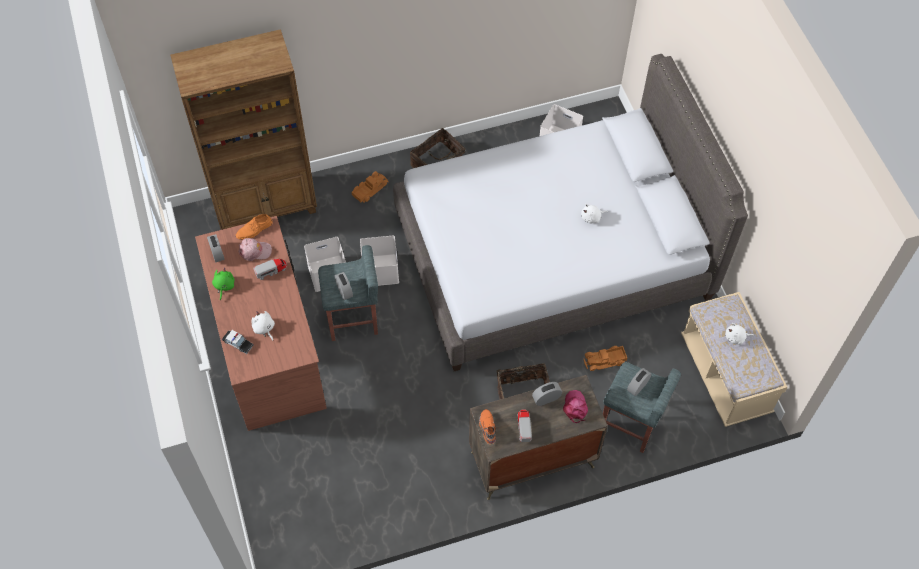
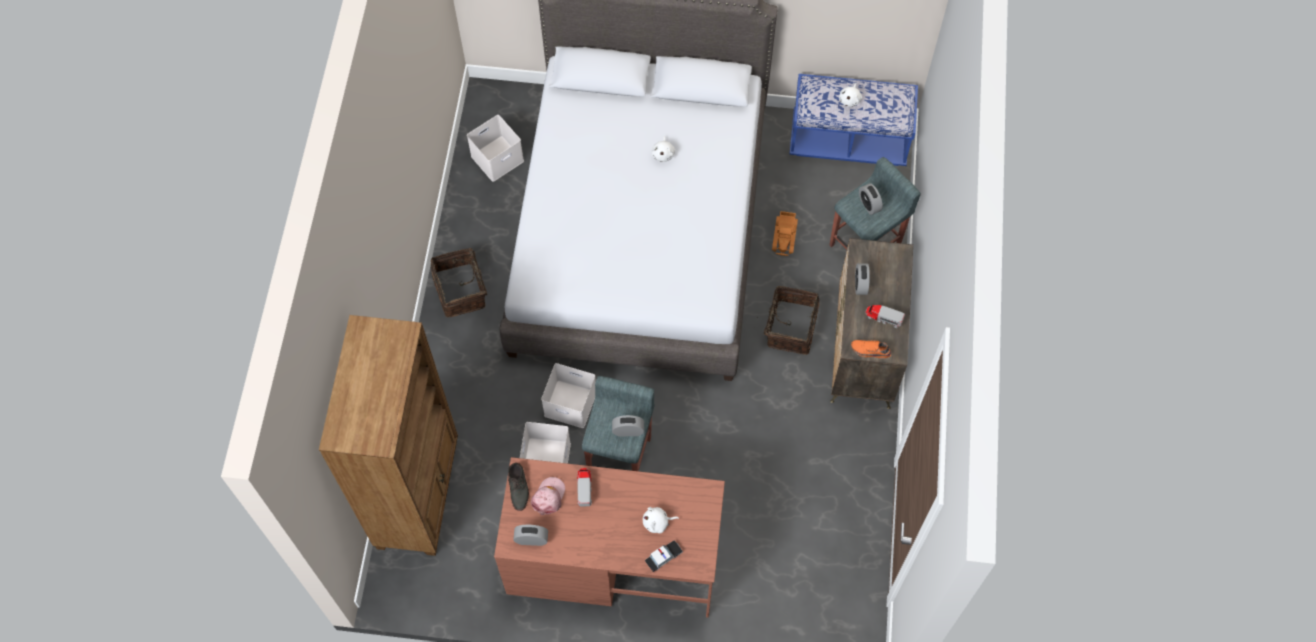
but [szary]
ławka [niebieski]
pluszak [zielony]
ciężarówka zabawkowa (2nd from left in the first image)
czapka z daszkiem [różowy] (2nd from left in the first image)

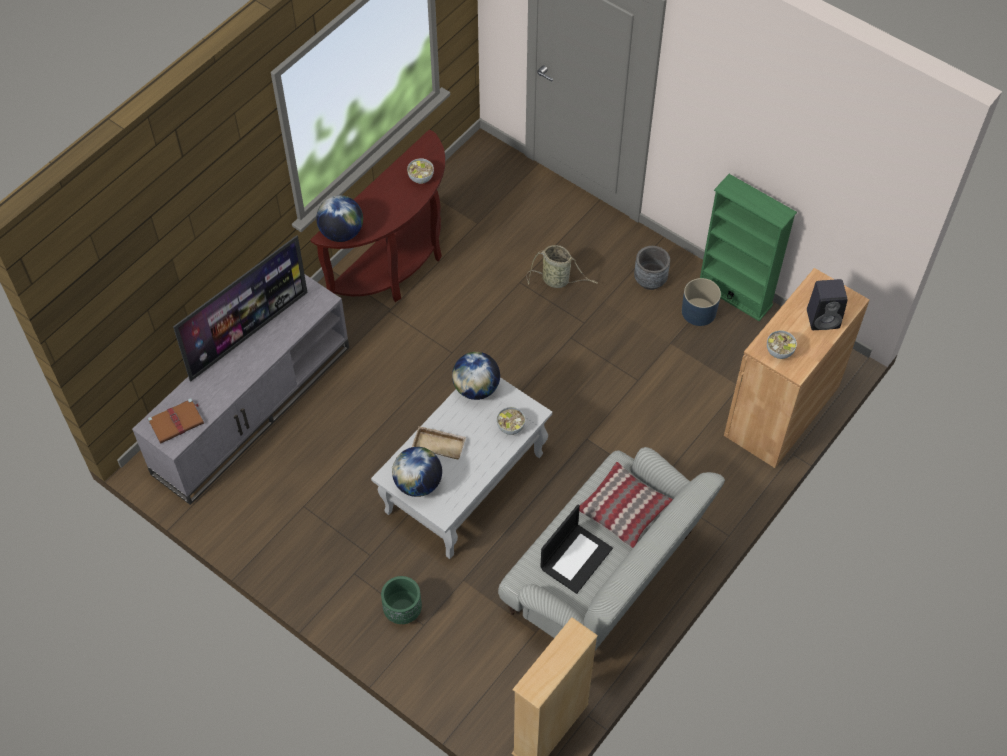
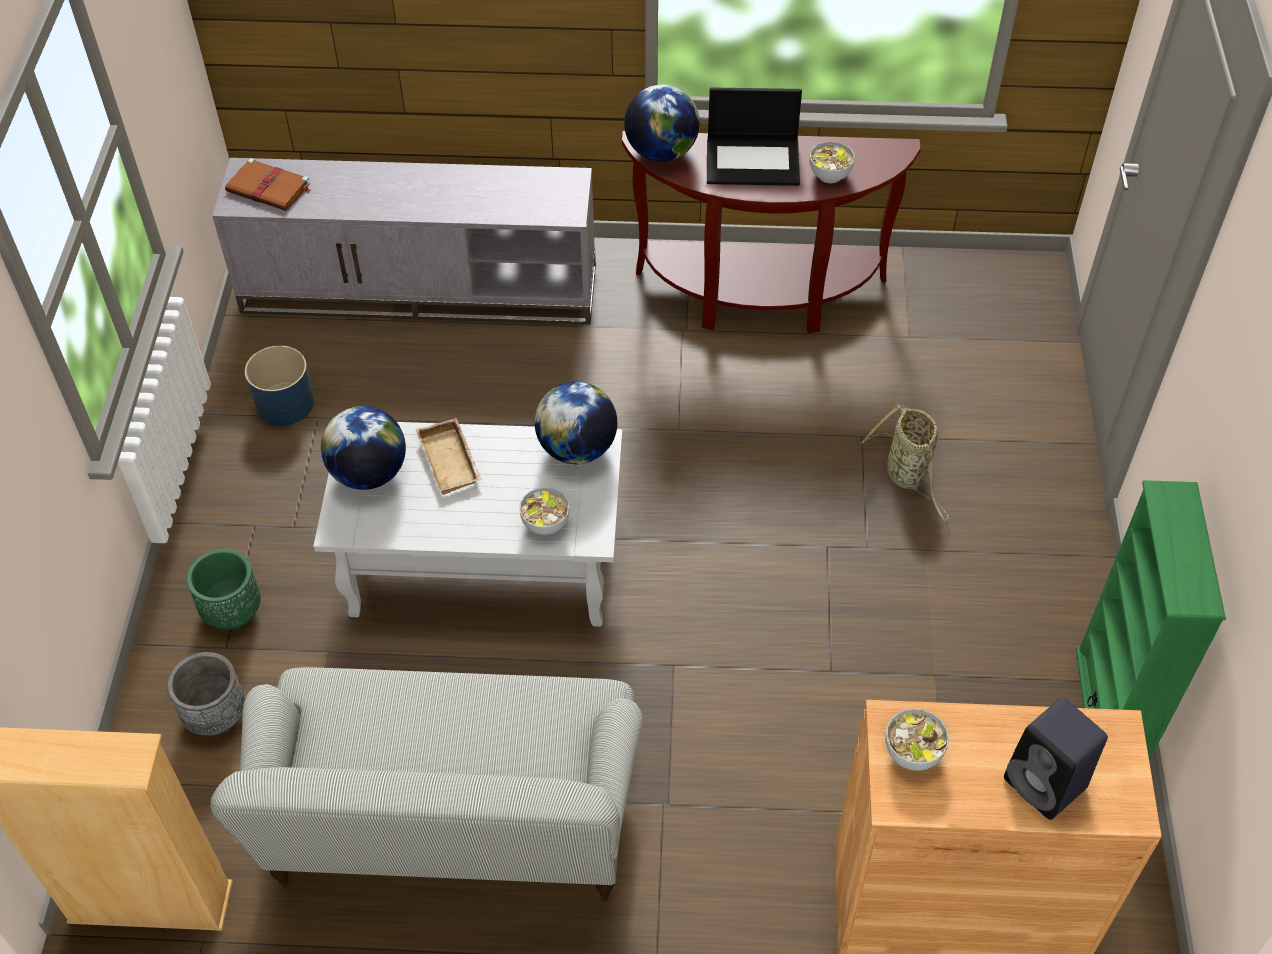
donica [szary]
donica [niebieski]
laptop
telewizor
poduszka

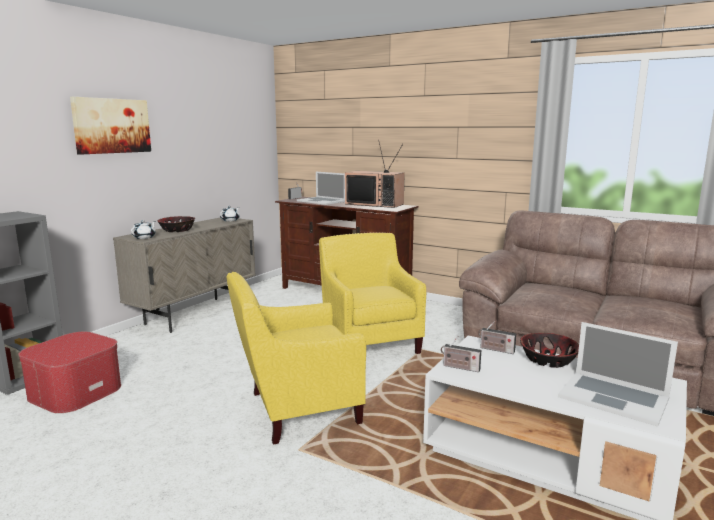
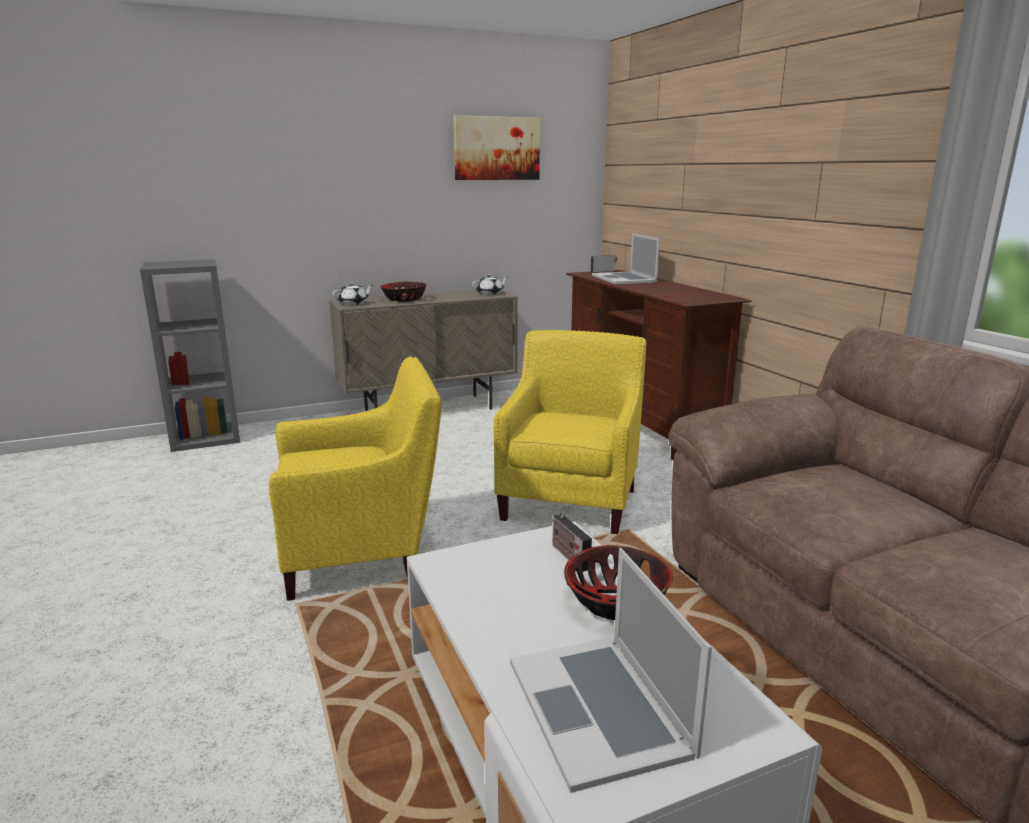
fotel [żółty] (1st from left)
obraz
pufa
telewizor
radio (2nd from left in the first image)

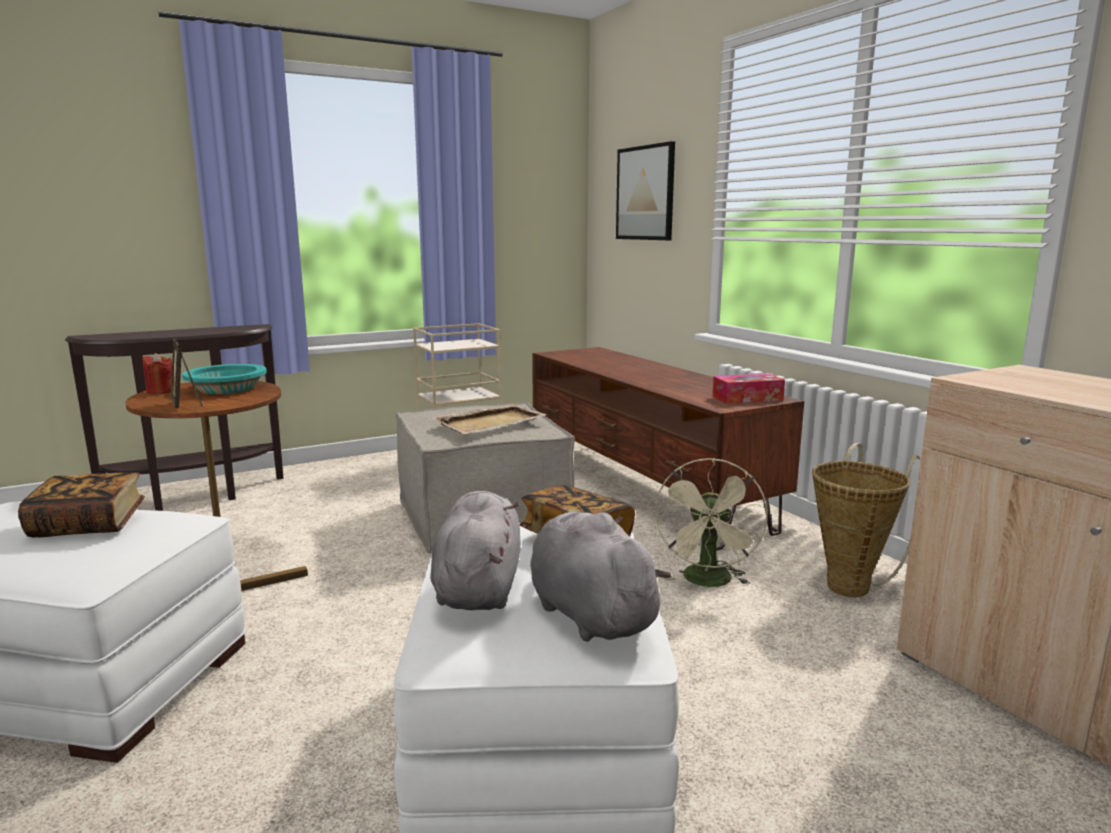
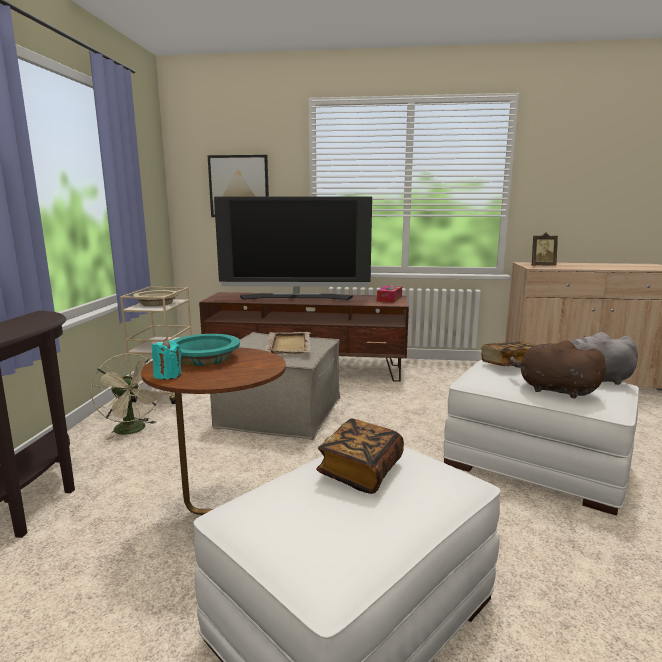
wentylator [beżowy]
miska [beżowy]
świeca [turkusowy]
telewizor
pluszak [brązowy]
ramka na zdjęcie
koszyk

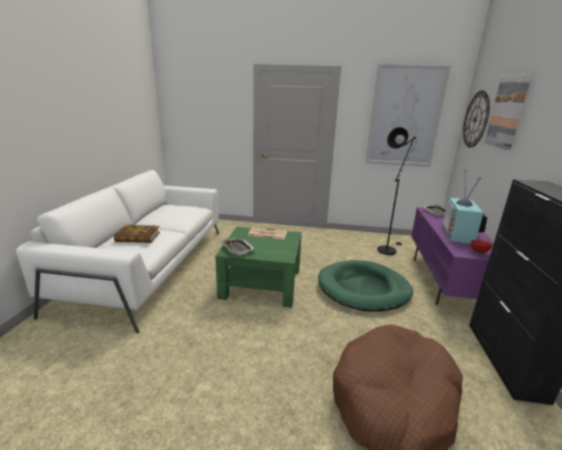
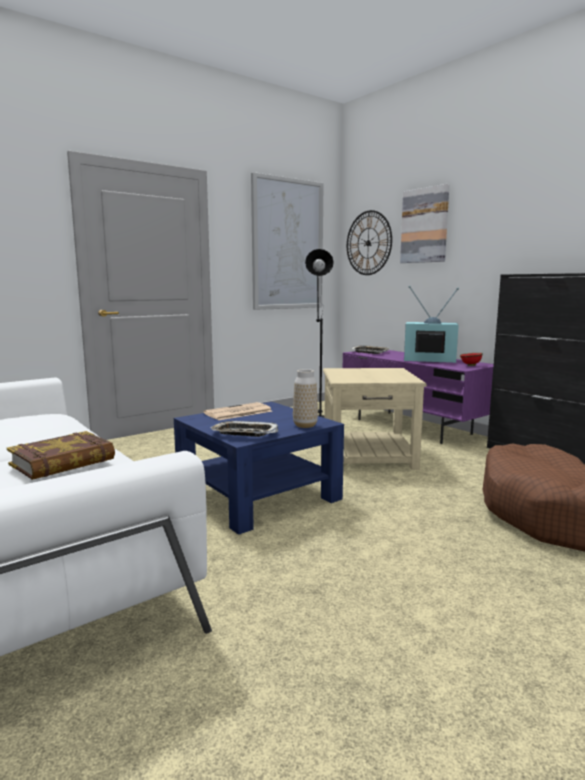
ława [niebieski]
wazon
stolik [beżowy]
telewizor

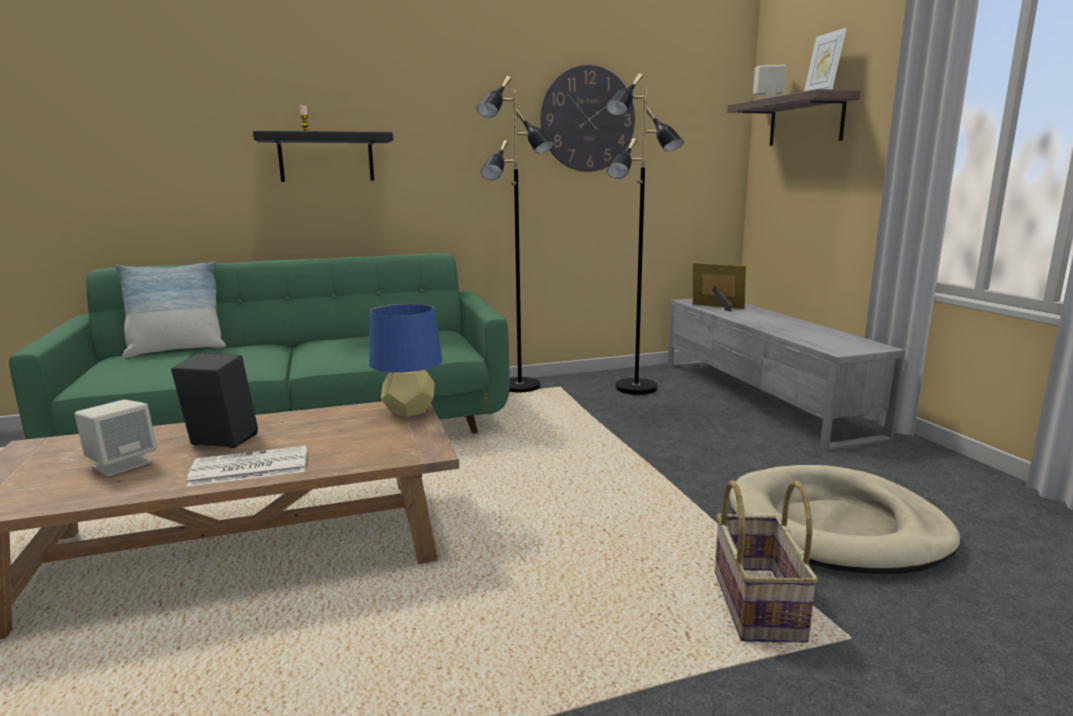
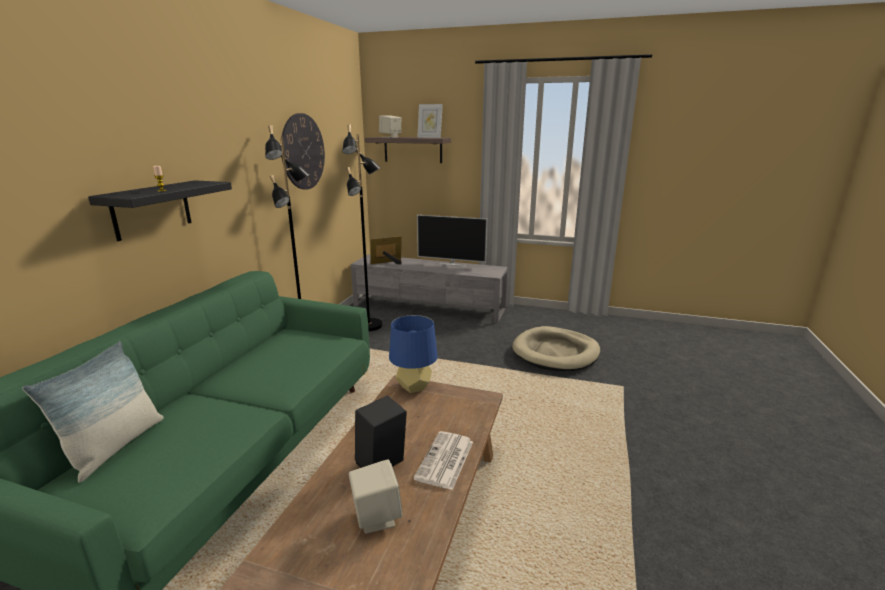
telewizor
koszyk

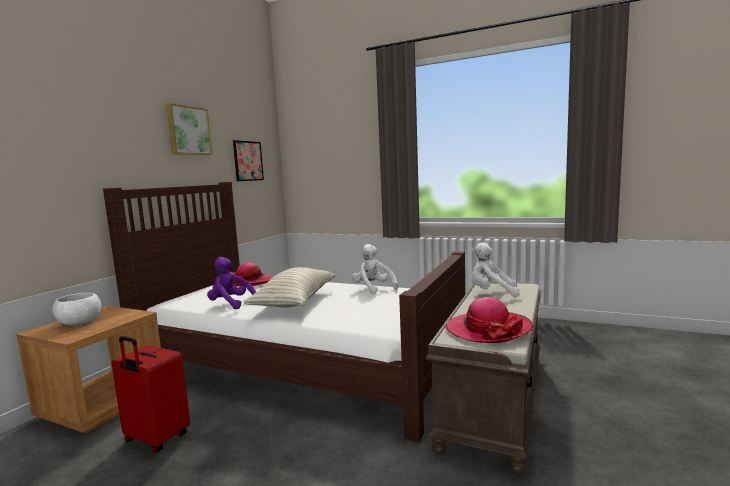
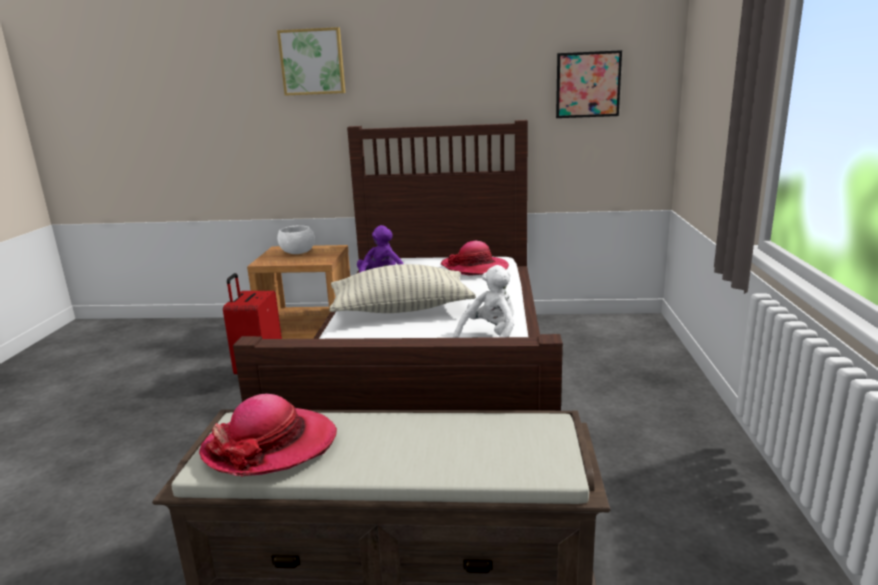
obraz (1st from left)
pluszak [biały] (2nd from left in the first image)

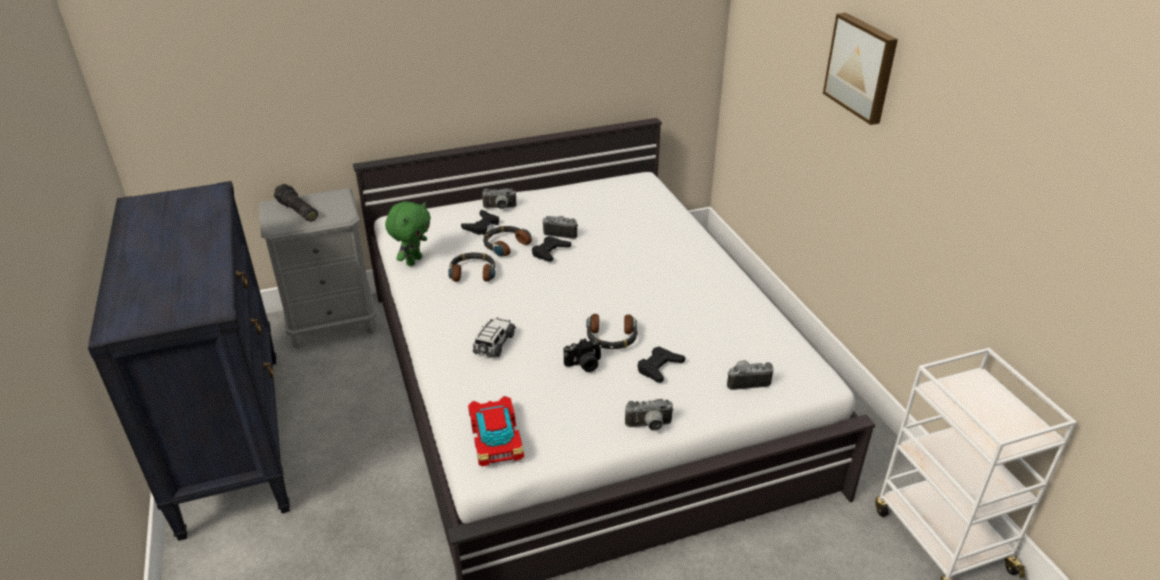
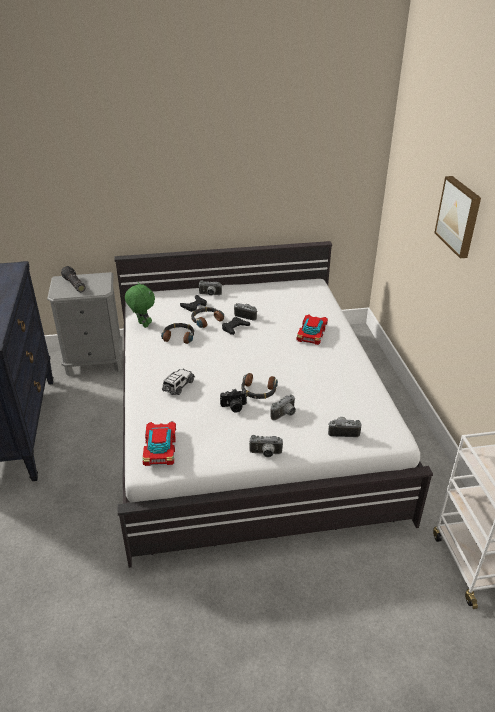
pluszak [zielony]
aparat fotograficzny (5th from left)
samochodzik (3rd from left)

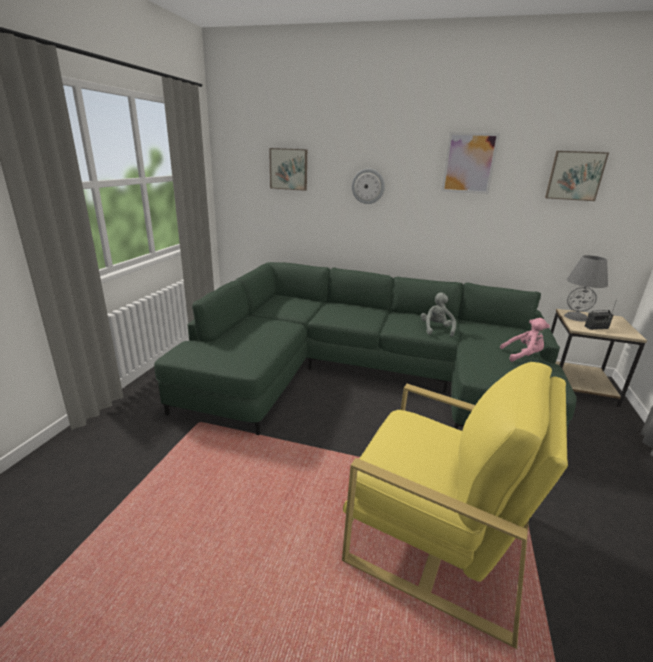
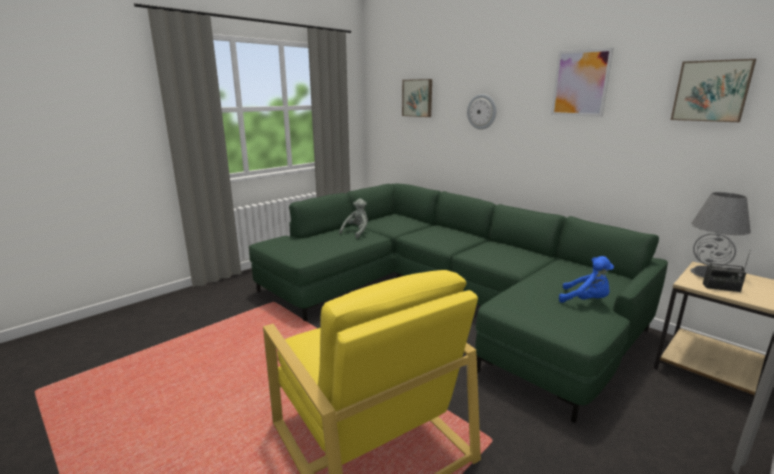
pluszak [szary]
pluszak [niebieski]

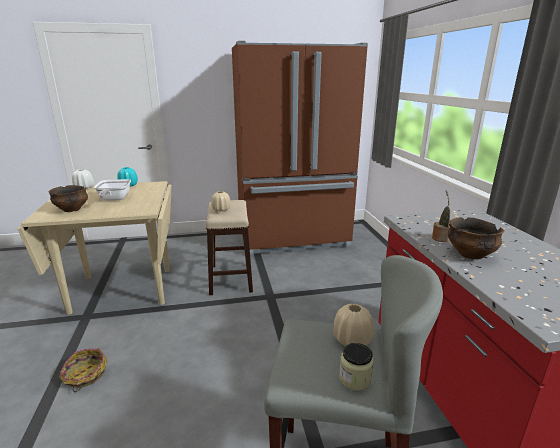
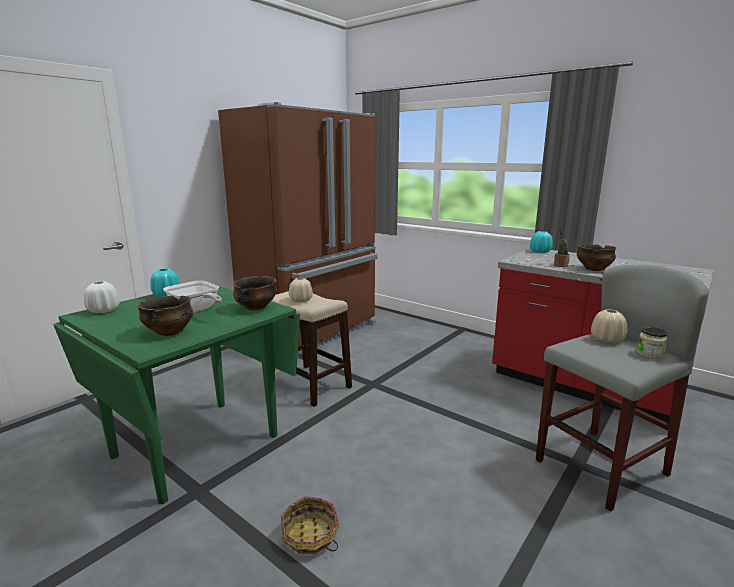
stół jadalny [zielony]
miska (2nd from left)
wazon [turkusowy] (2nd from left)

